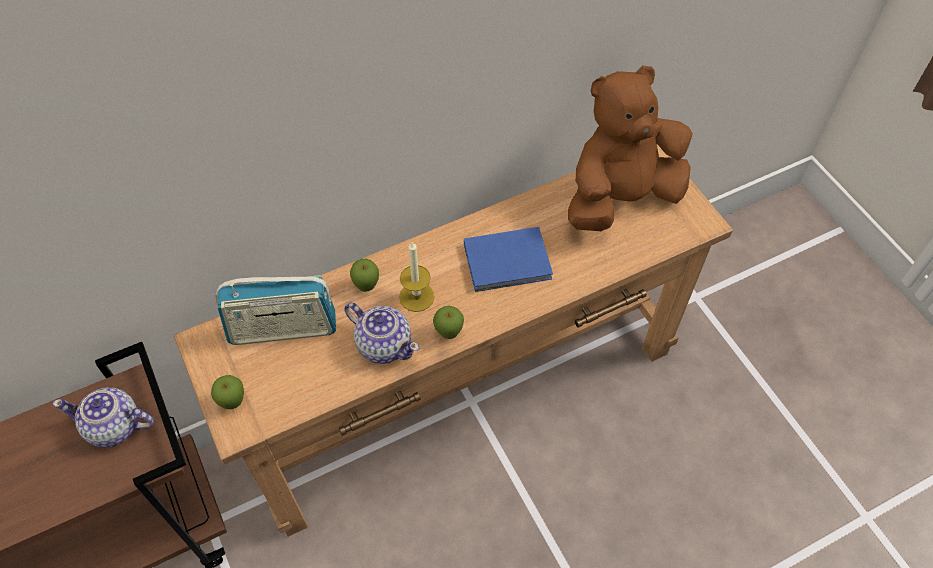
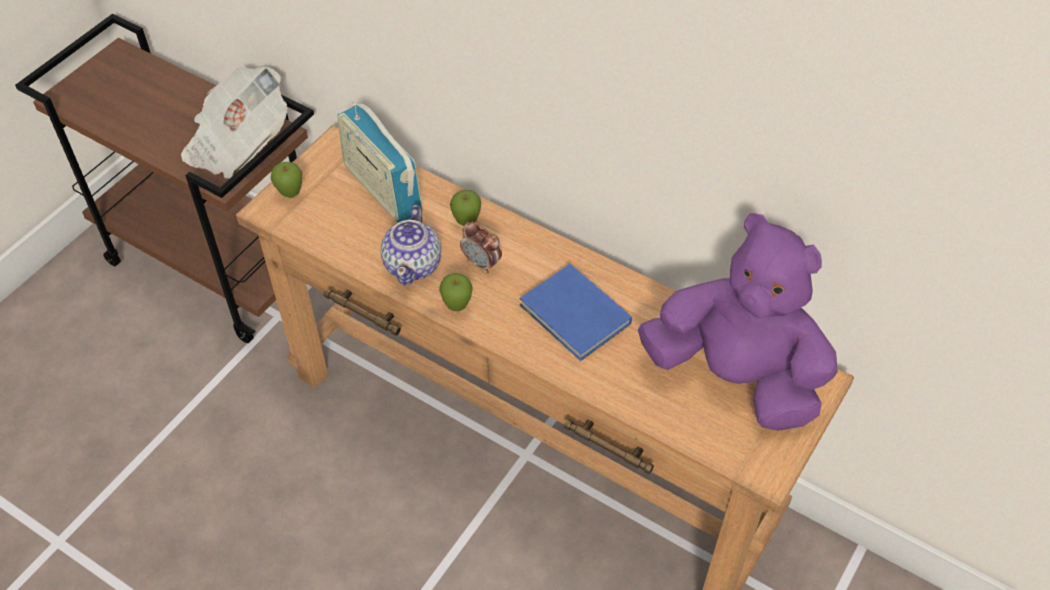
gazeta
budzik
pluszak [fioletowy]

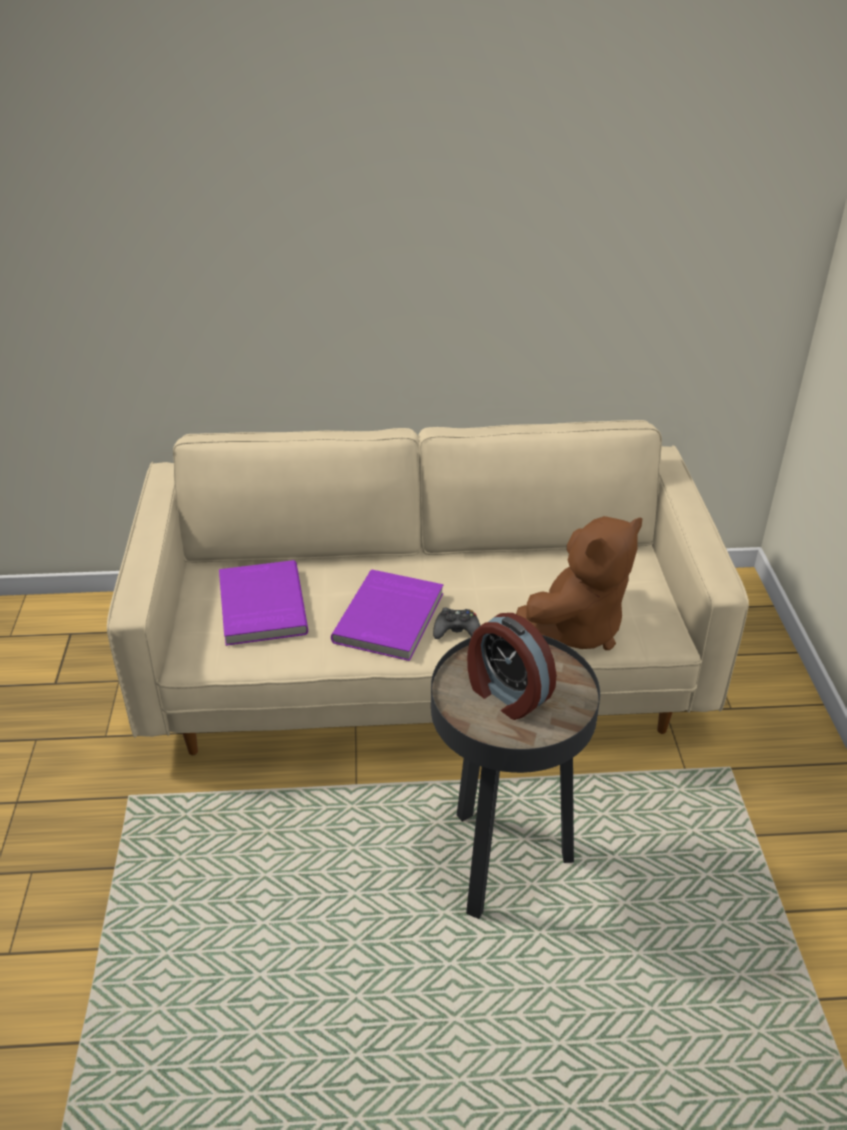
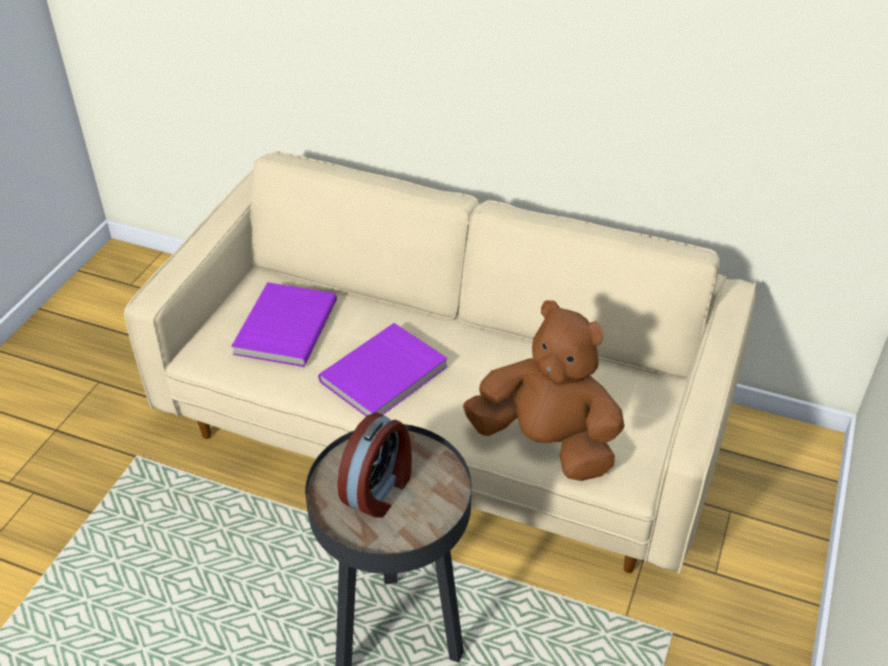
budzik
pluszak [brązowy]
pad do gier [czarny]

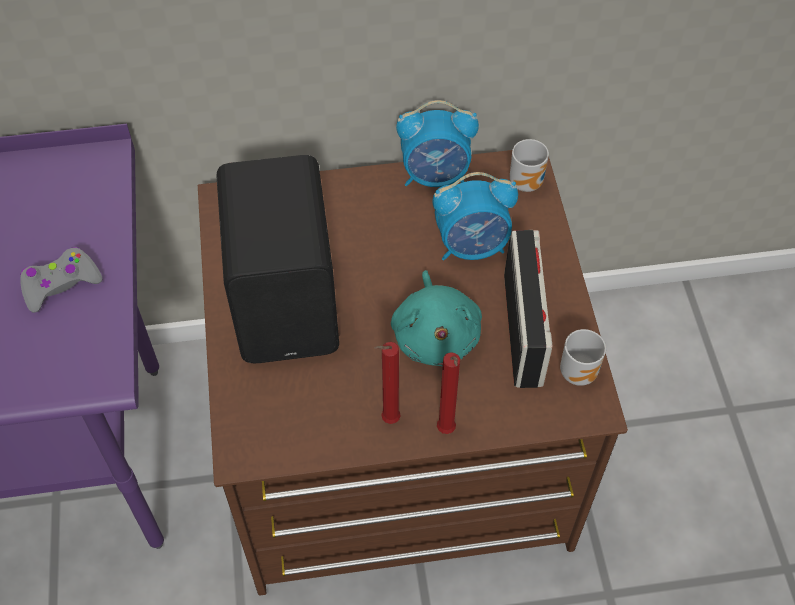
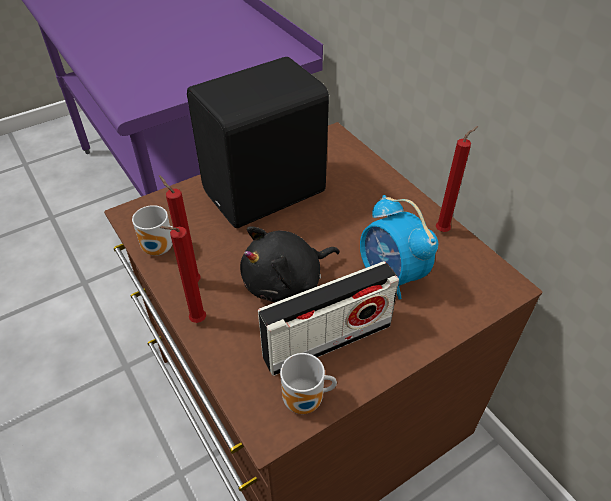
kubek (1st from left)
pluszak [czarny]
świeca [czerwony] (3rd from left)
pad do gier [szary]

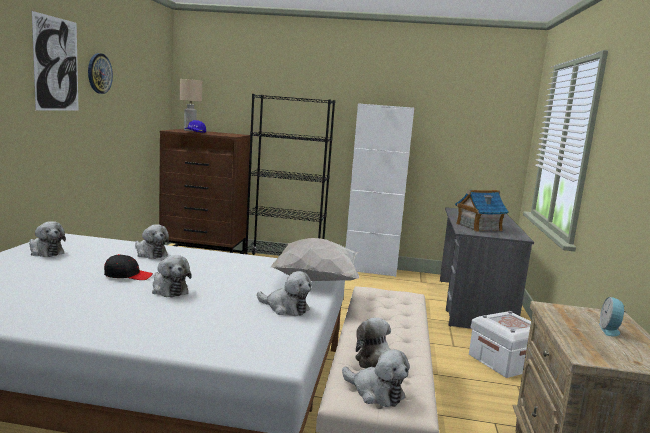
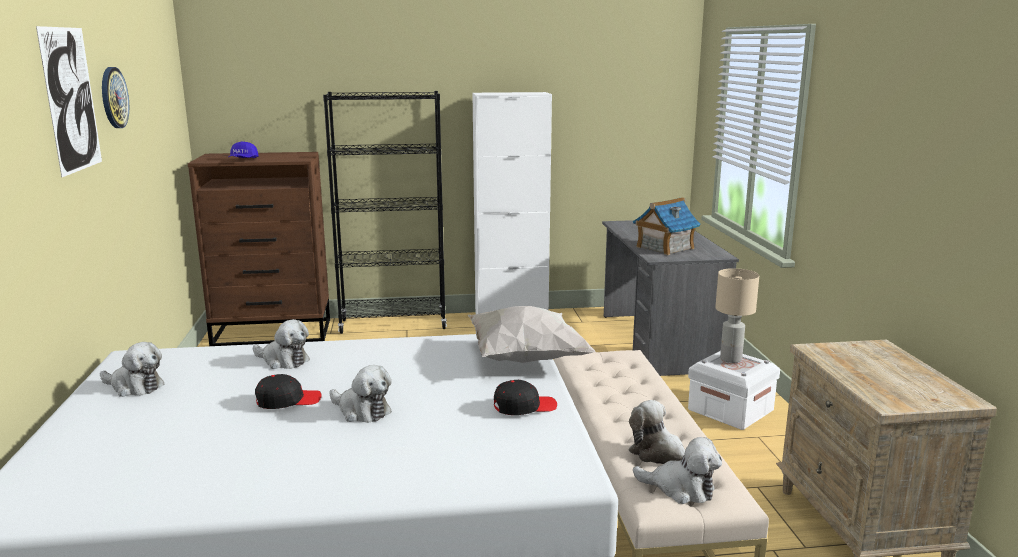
czapka z daszkiem [czarny] (2nd from left)
lampa stołowa [beżowy]
budzik

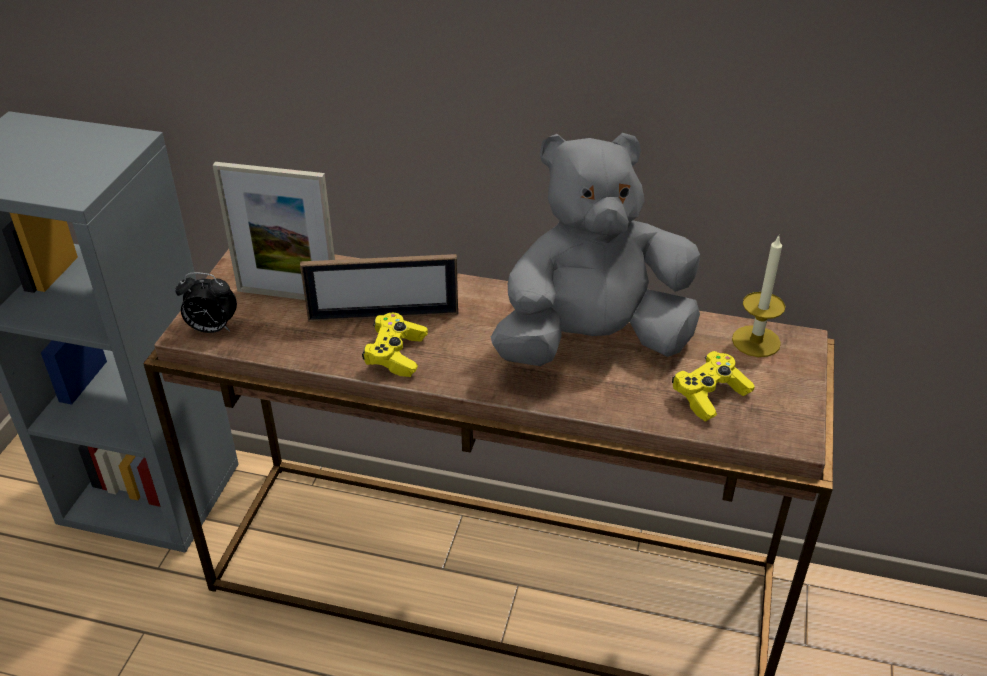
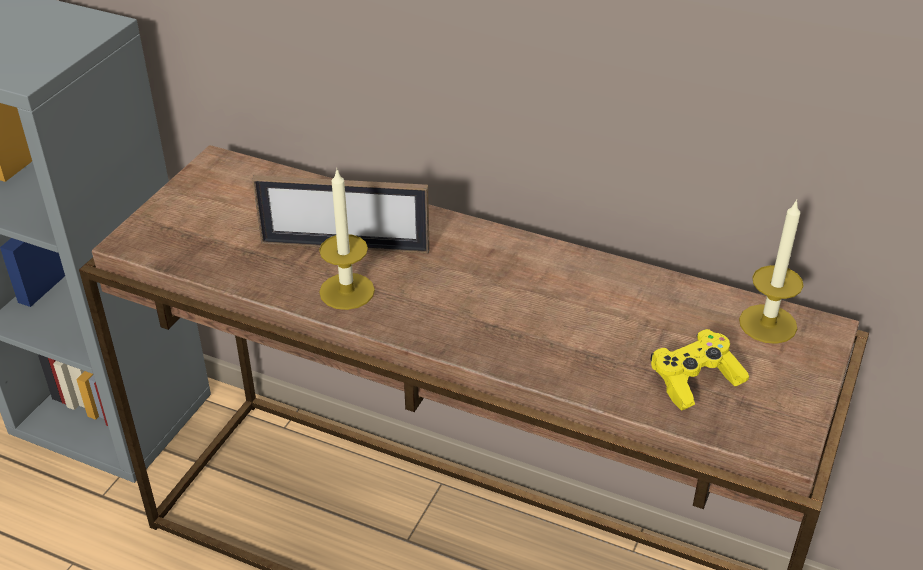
świeca (1st from left)
budzik
ramka na zdjęcie (1st from left in the first image)
pluszak [szary]

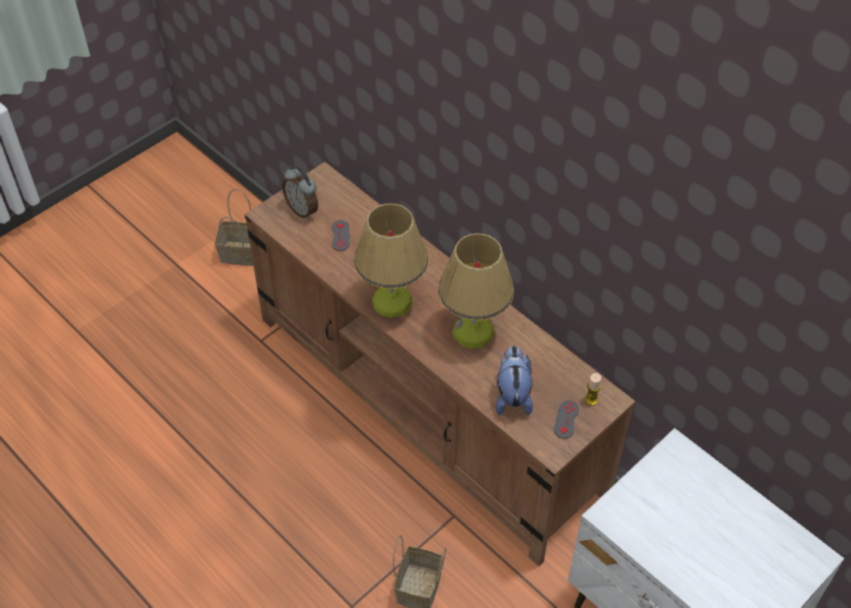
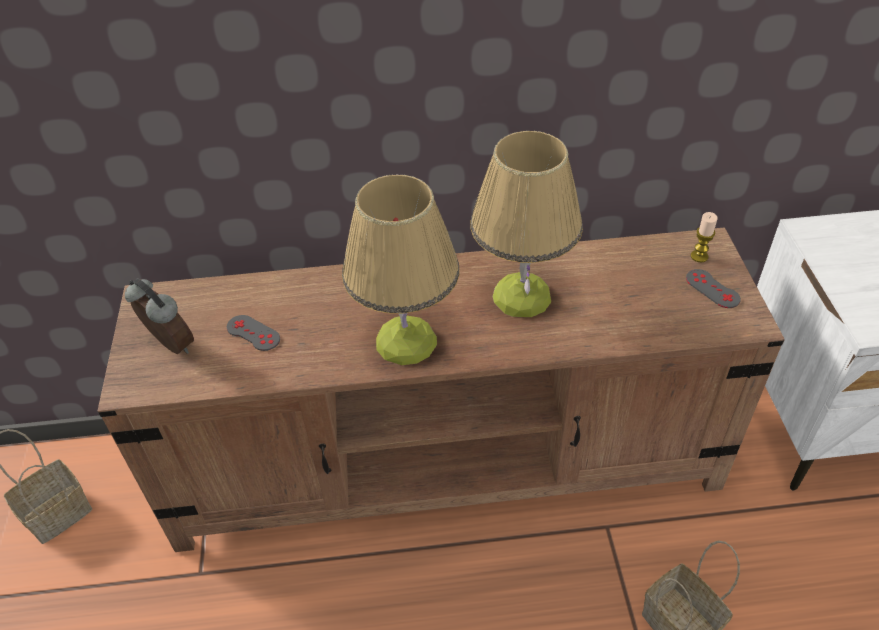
budzik
pluszak

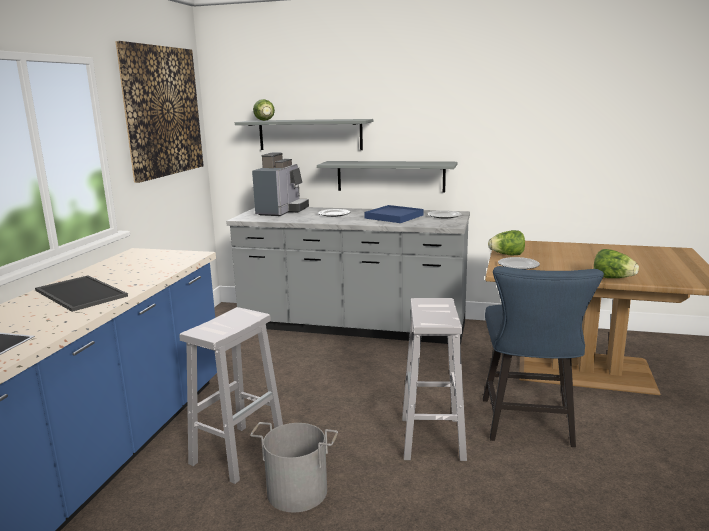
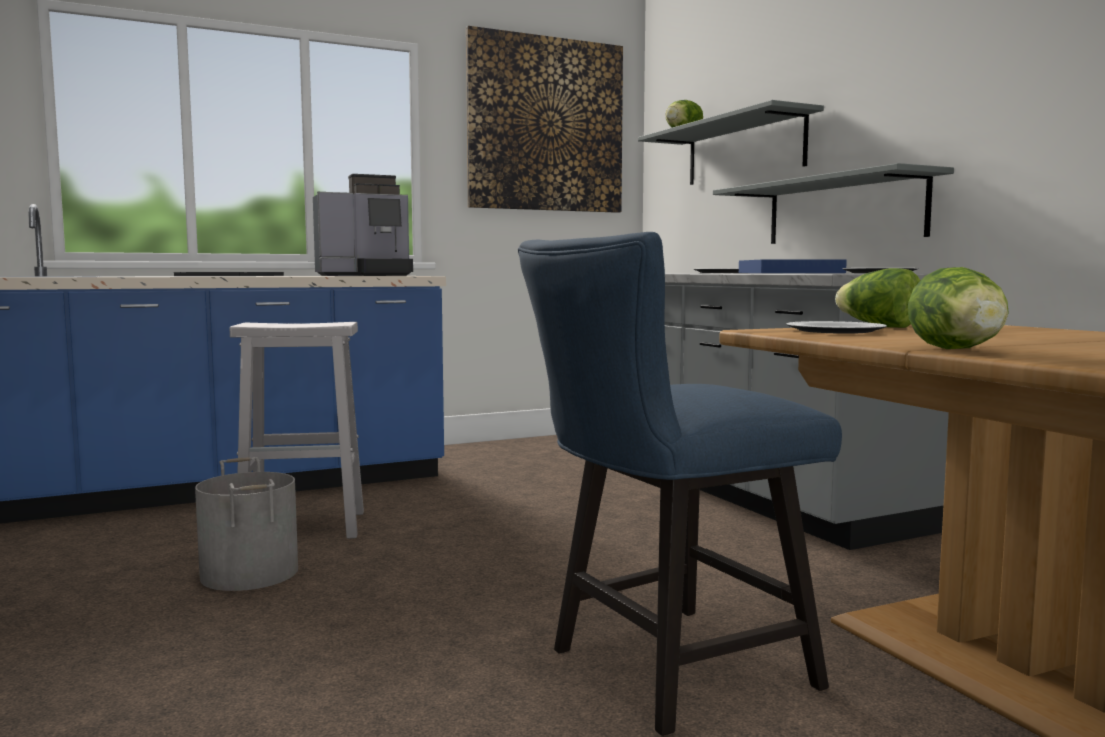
ekspres do kawy
stołek [biały] (2nd from left in the first image)

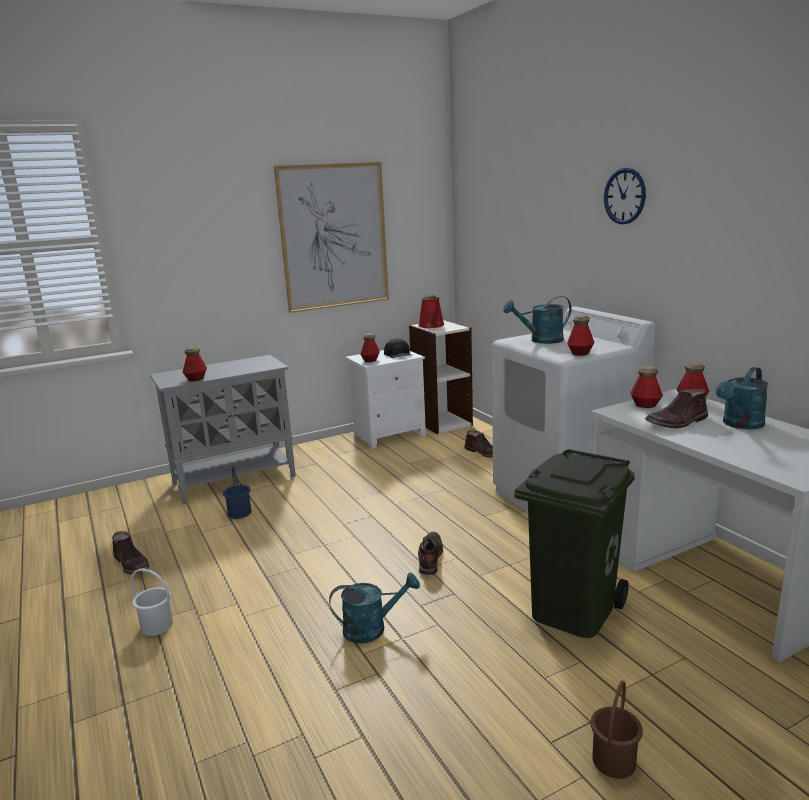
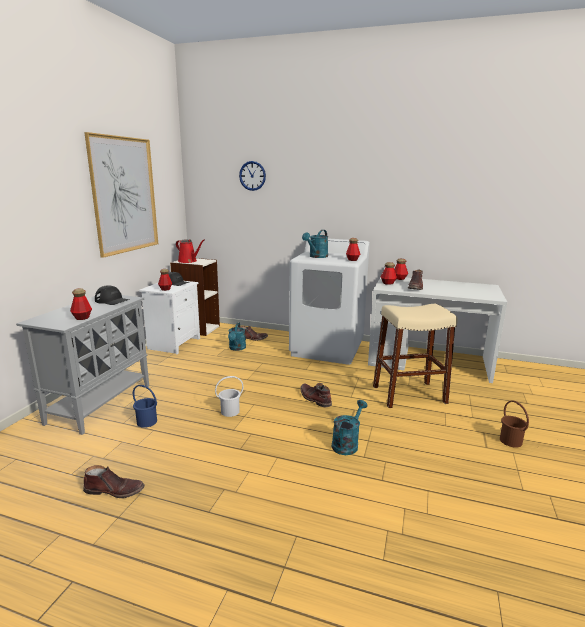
czapka z daszkiem [czarny] (1st from left)
wiadro [biały]
konewka [turkusowy] (1st from left)
zegar ścienny
stołek [beżowy]

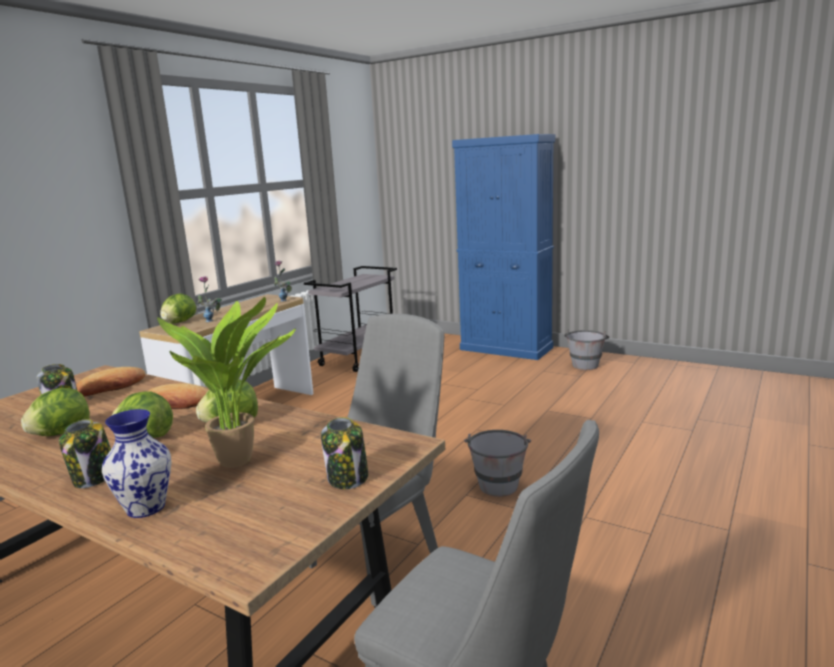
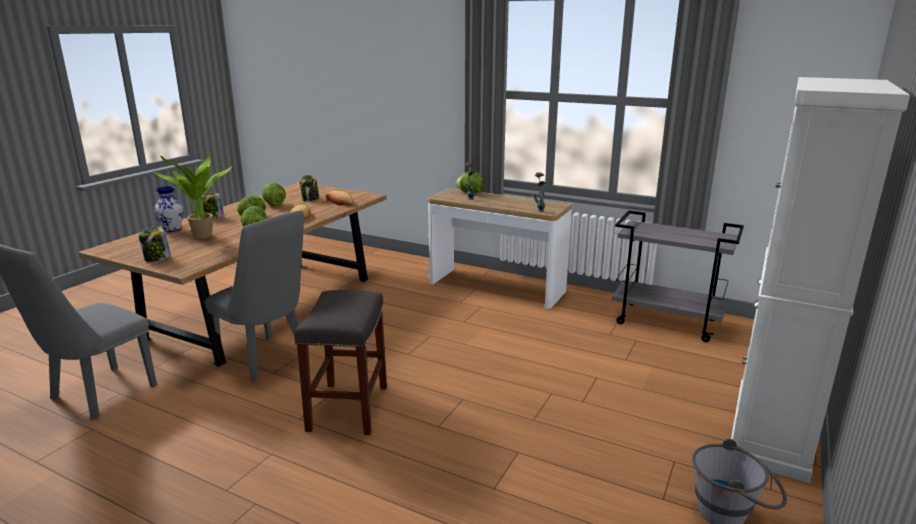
stołek [szary]
szafka [biały]

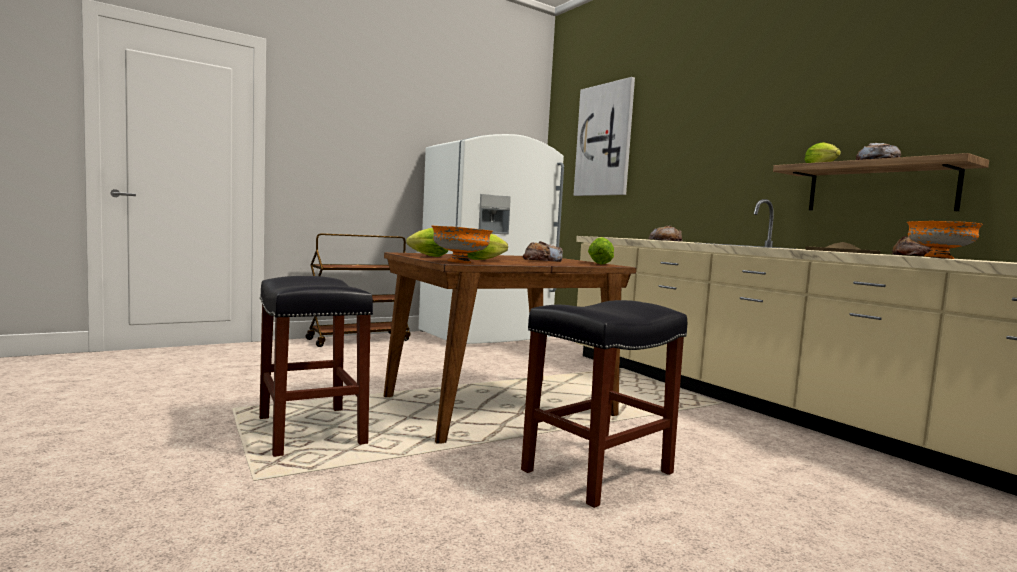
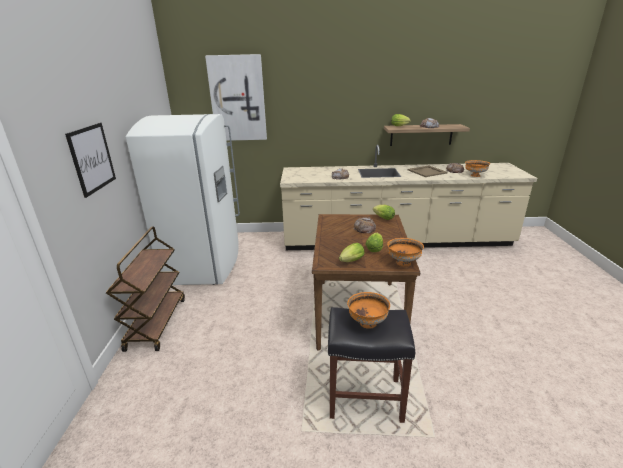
obraz (1st from left)
miska [pomarańczowy] (1st from left)
stołek [czarny] (2nd from left in the first image)

